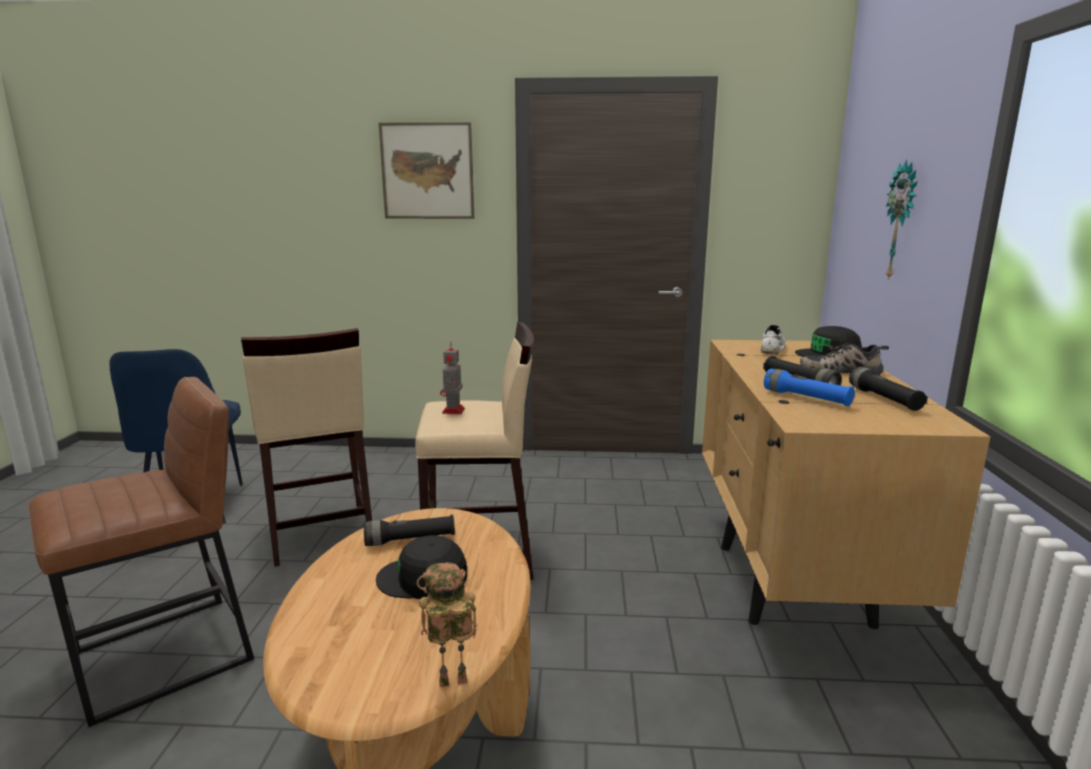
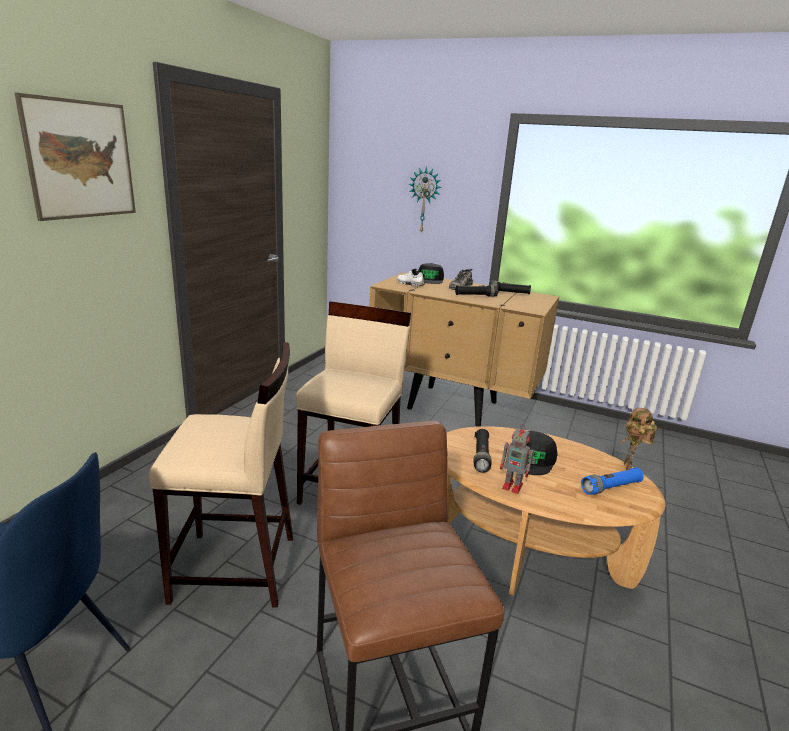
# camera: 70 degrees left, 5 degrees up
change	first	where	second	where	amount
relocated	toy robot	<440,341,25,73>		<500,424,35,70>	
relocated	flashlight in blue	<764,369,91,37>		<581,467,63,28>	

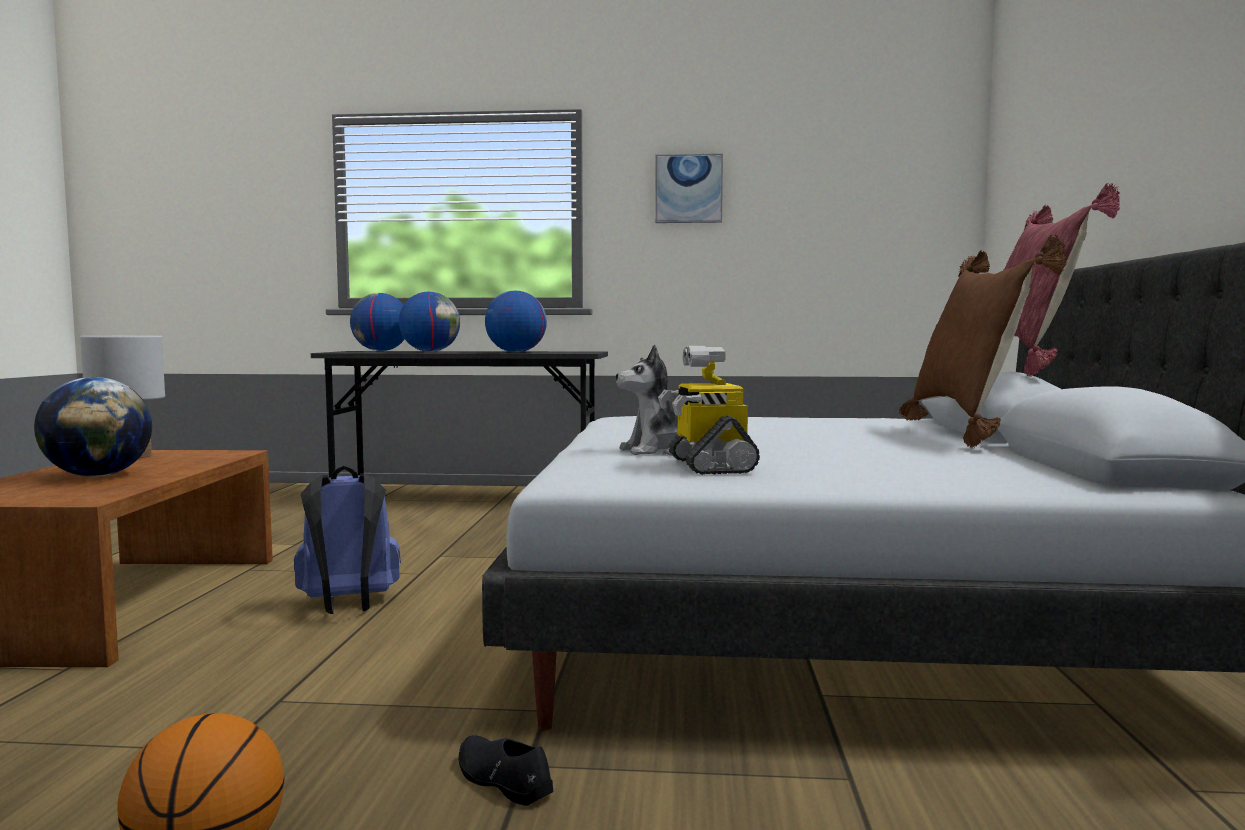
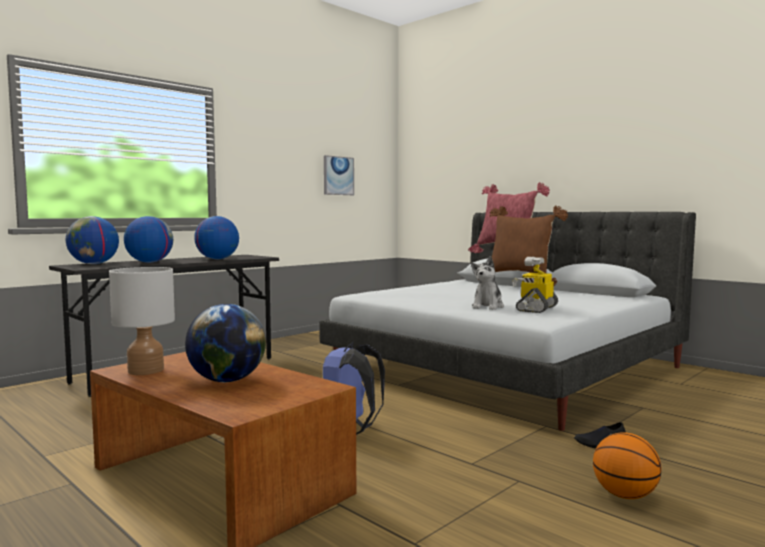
# camera: 50 degrees left, 0 degrees up
change	first	where	second	where	amount
relocated	picture	<655,154,68,69>		<324,155,30,40>	
spun	toy robot	<658,346,102,129>		<512,257,46,56>	90 degrees clockwise

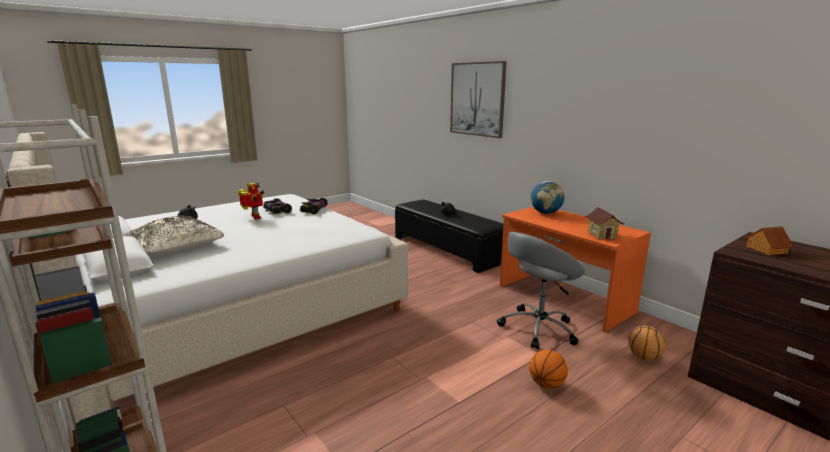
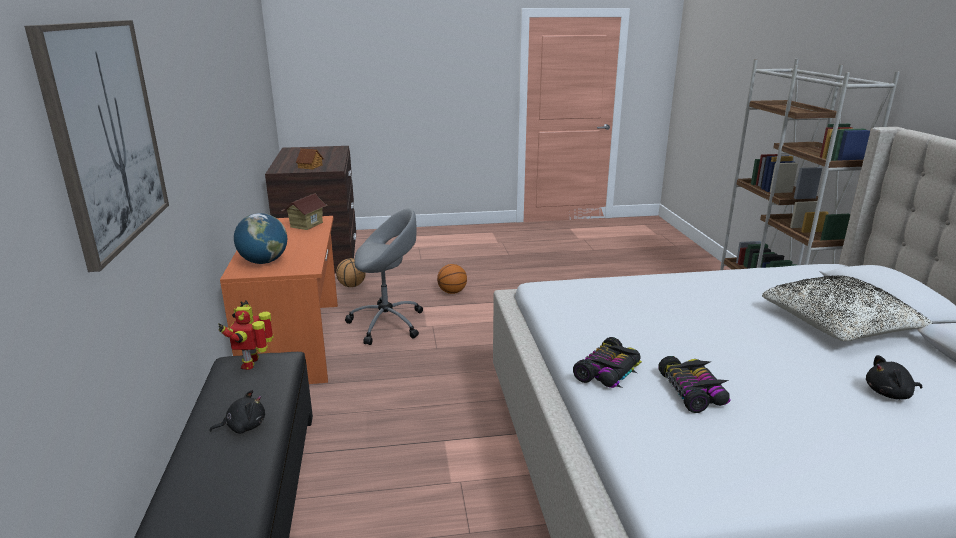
# camera: 150 degrees left, 5 degrees up
change	first	where	second	where	amount
relocated	toy robot	<238,182,27,37>		<218,300,56,70>	

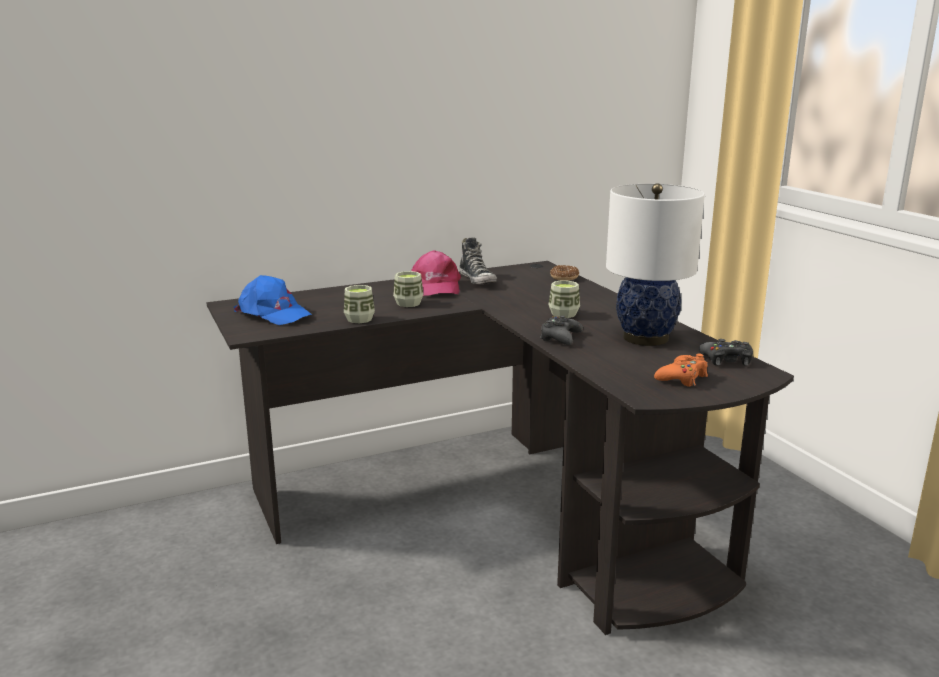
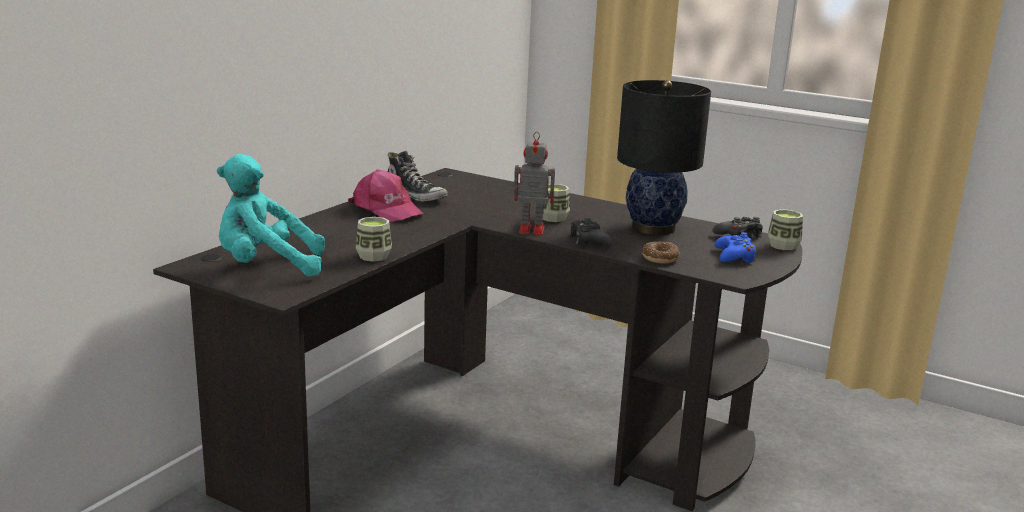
# camera: 35 degrees left, 0 degrees up
change	first	where	second	where	amount
exchanged	cap in blue	<234,275,78,50>	plush toy in turquoise	<217,154,108,123>	
appeared			toy robot	<510,132,45,103>	
colour	table lamp in white	<606,183,99,163>	table lamp in black	<617,80,94,155>	
relocated	donut	<550,265,29,16>		<642,241,38,23>	
colour	game controller in orange	<654,354,54,33>	game controller in blue	<714,232,42,31>	
relocated	cup	<393,271,31,36>		<768,210,35,40>	

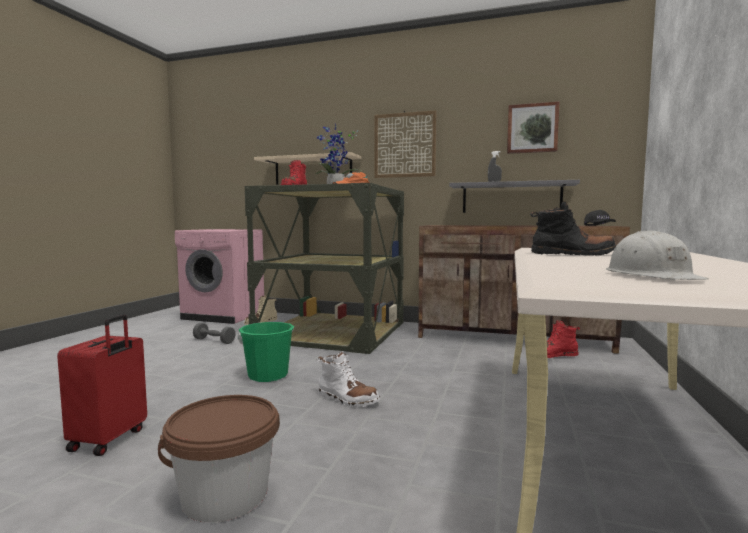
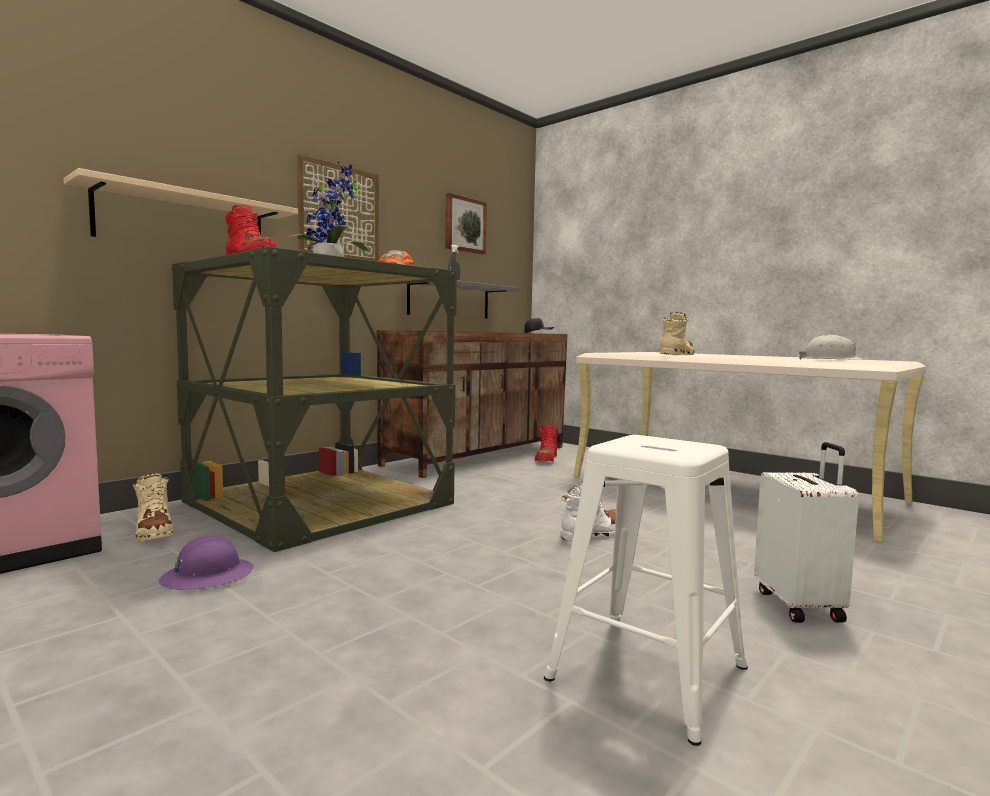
# camera: 65 degrees left, 0 degrees up
change	first	where	second	where	amount
exchanged	dumbbell in grey	<193,323,43,21>	hard hat in purple	<159,535,95,55>	
exchanged	suitcase in red	<57,314,90,142>	stool in white	<544,435,204,311>	
colour	boot in black	<530,201,86,55>	boot in beige	<660,312,34,44>	
exchanged	bucket in brown	<158,395,122,128>	suitcase in white	<754,442,105,181>	
missing	bucket in green	<238,322,57,60>			

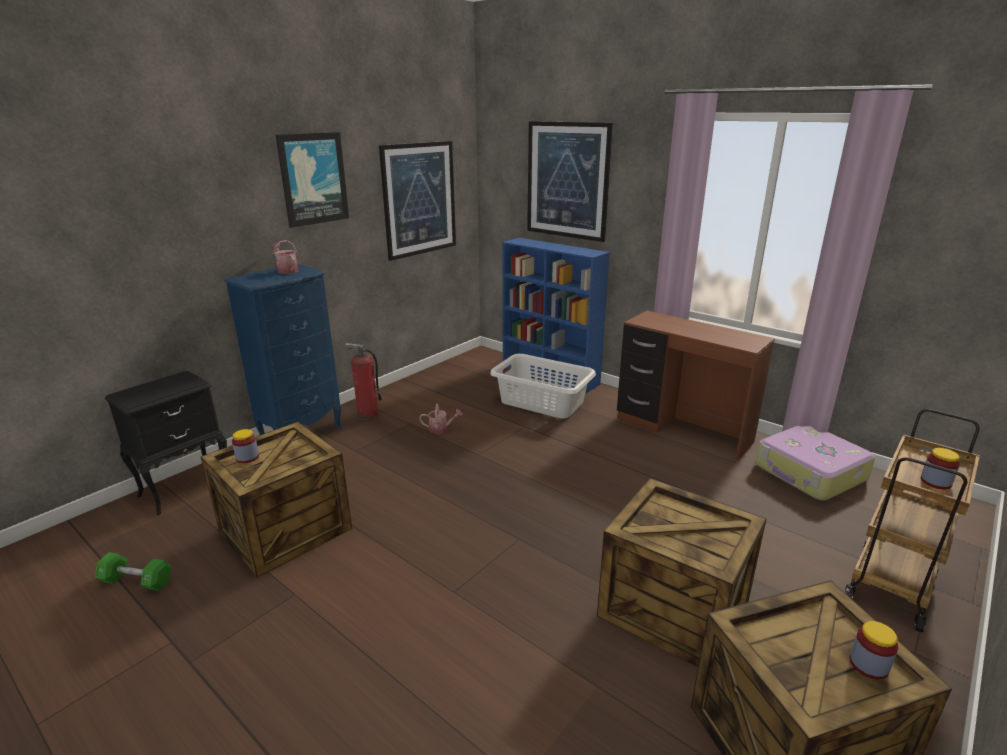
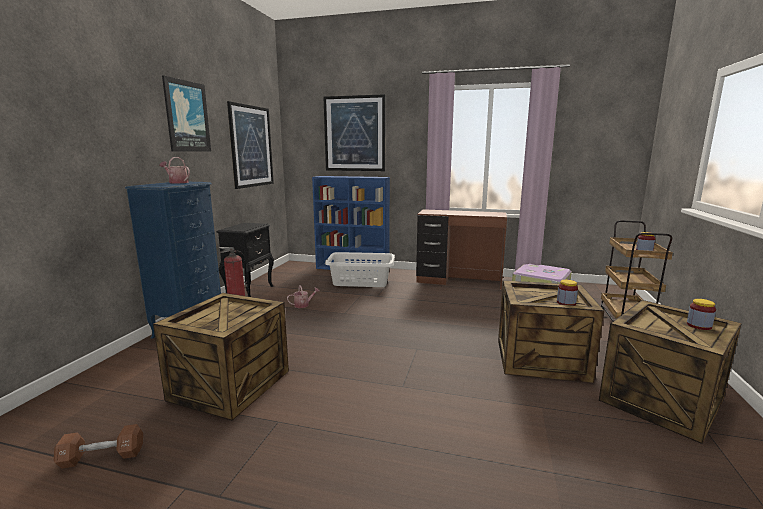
# camera: 25 degrees left, 10 degrees down
change	first	where	second	where	amount
colour	dumbbell in green	<95,552,77,39>	dumbbell in brown	<54,424,89,45>	
relocated	nightstand in black	<105,371,122,144>		<216,223,58,74>	
relocated	jar	<232,429,27,34>		<557,280,21,25>	

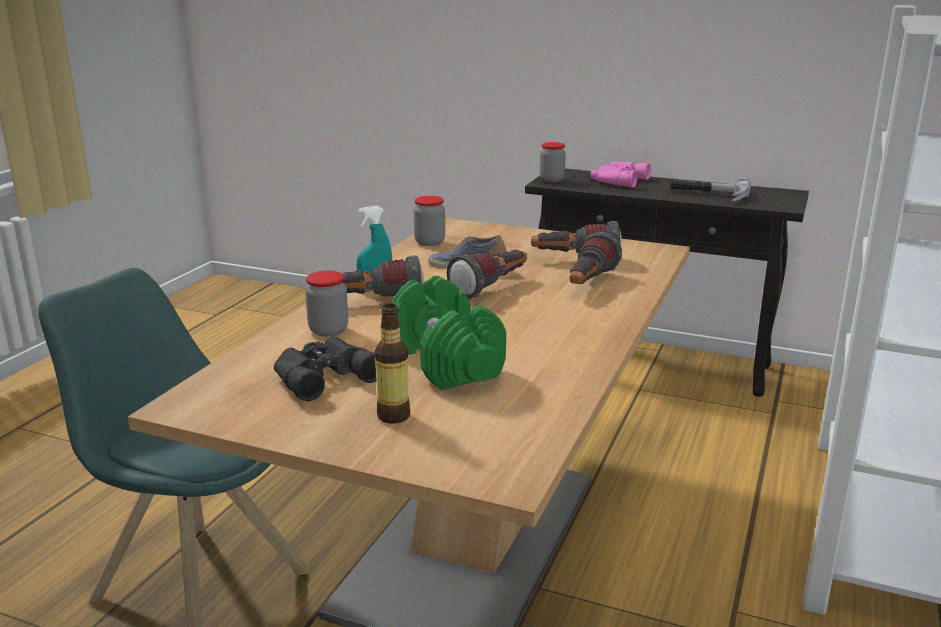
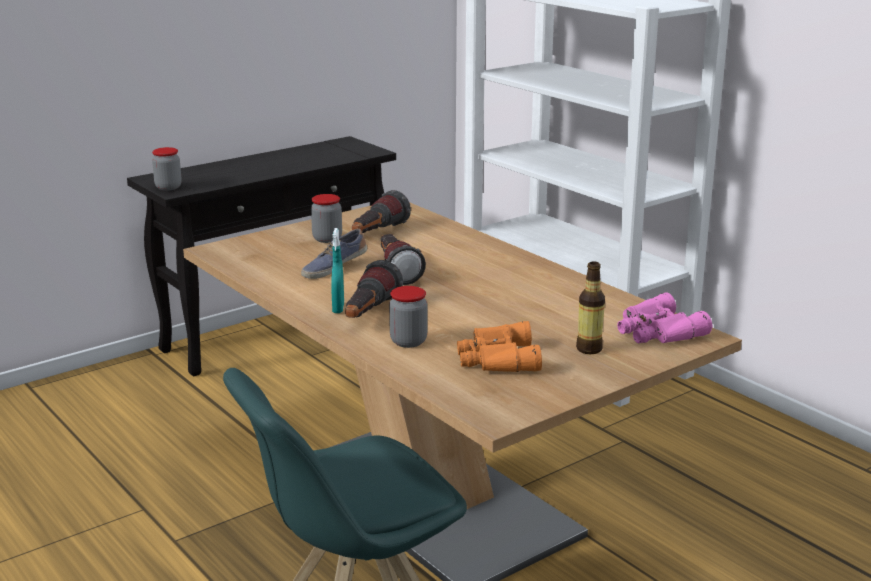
# camera: 60 degrees left, 0 degrees up
change	first	where	second	where	amount
relocated	jar	<414,196,31,50>		<311,194,31,49>	
colour	binoculars in black	<274,336,102,65>	binoculars in orange	<457,321,85,51>	
relocated	binoculars in pink	<590,161,61,27>		<617,292,95,51>	
missing	dumbbell in green	<391,276,115,114>			
missing	flashlight	<570,232,52,52>			
missing	hammer	<670,177,81,25>			

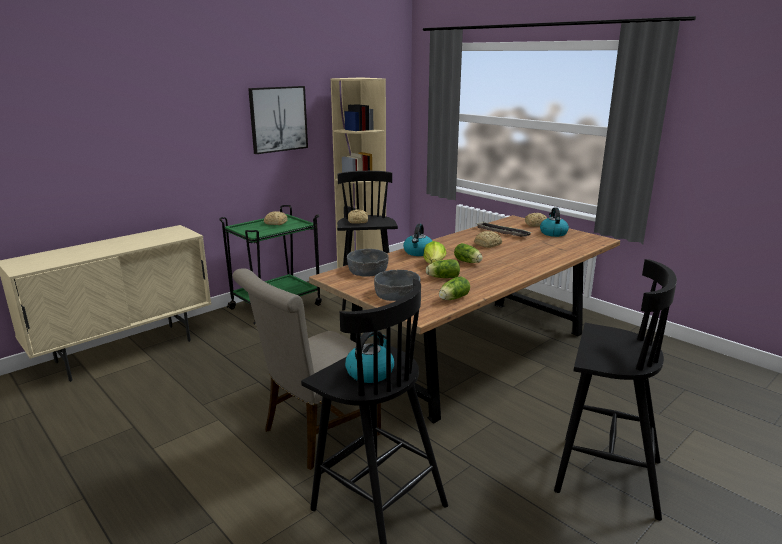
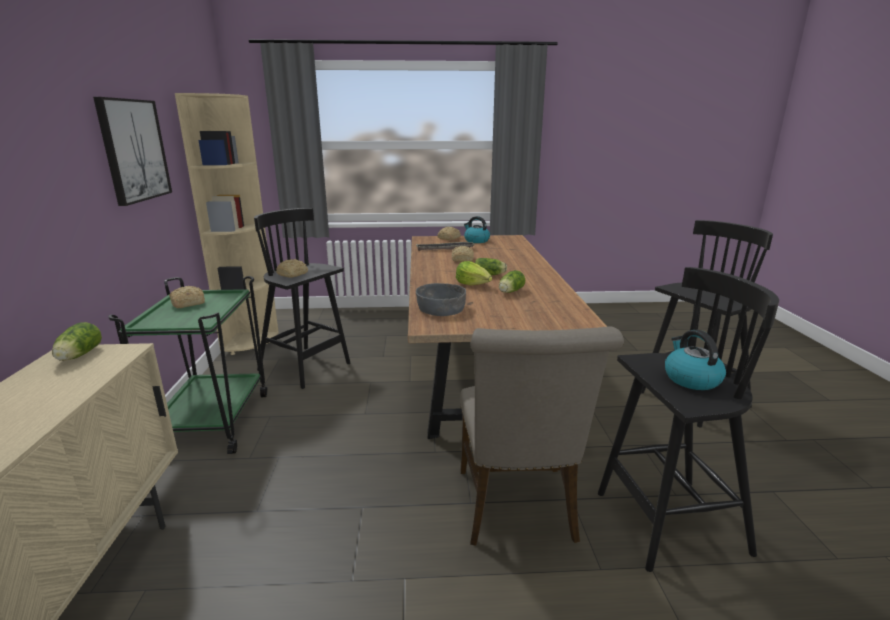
# camera: 50 degrees left, 0 degrees up
change	first	where	second	where	amount
relocated	lettuce	<439,276,31,24>		<52,322,50,39>	
missing	bowl in grey	<374,270,46,31>			
missing	kettle	<403,224,29,32>			

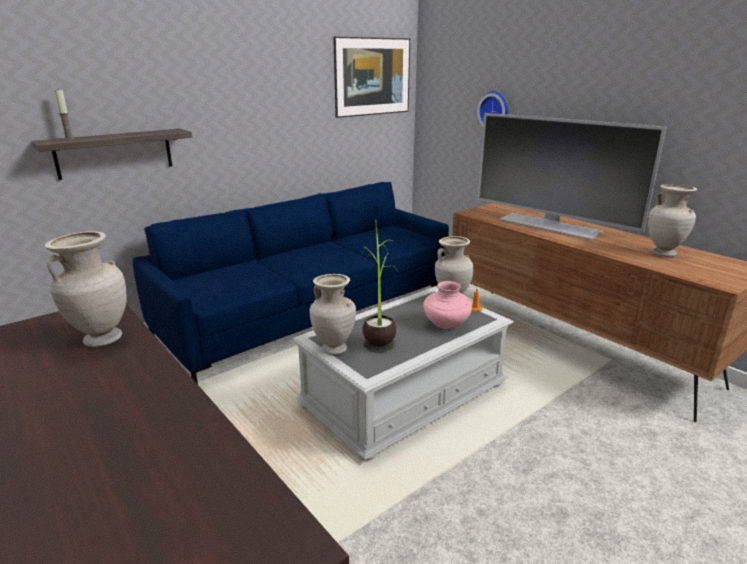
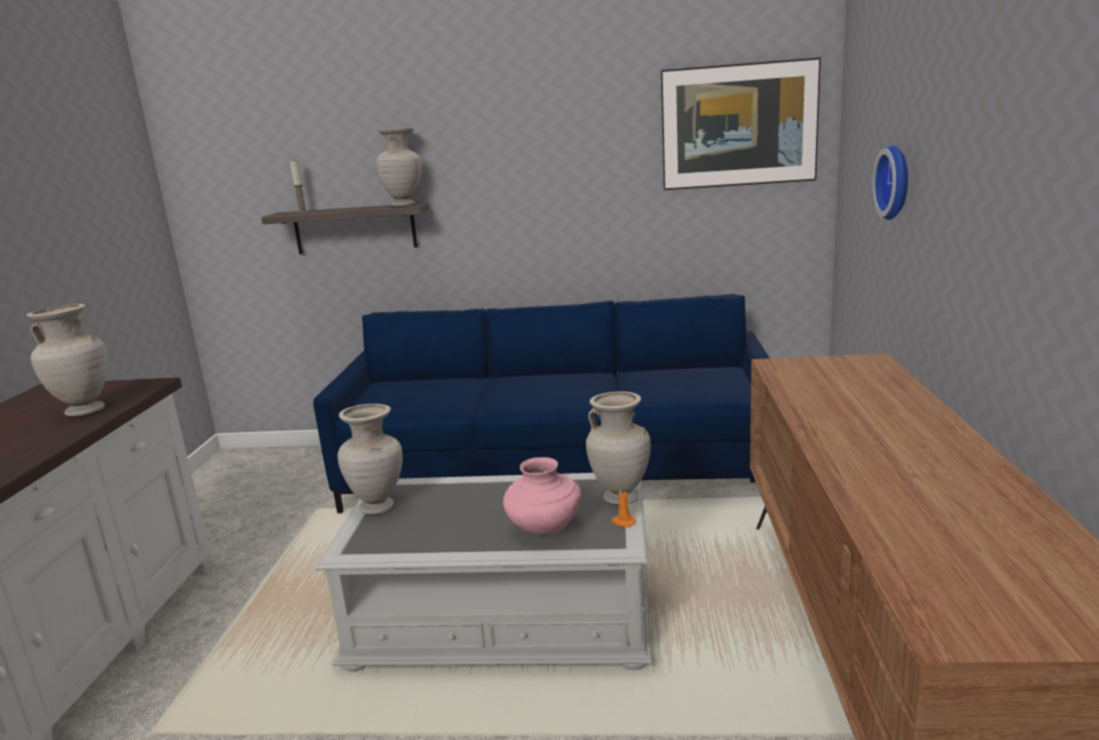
# camera: 45 degrees right, 5 degrees down
change	first	where	second	where	amount
relocated	vase in beige	<648,185,49,72>		<376,128,46,78>	
missing	potted plant	<361,219,38,134>			
missing	television	<477,113,189,127>			

